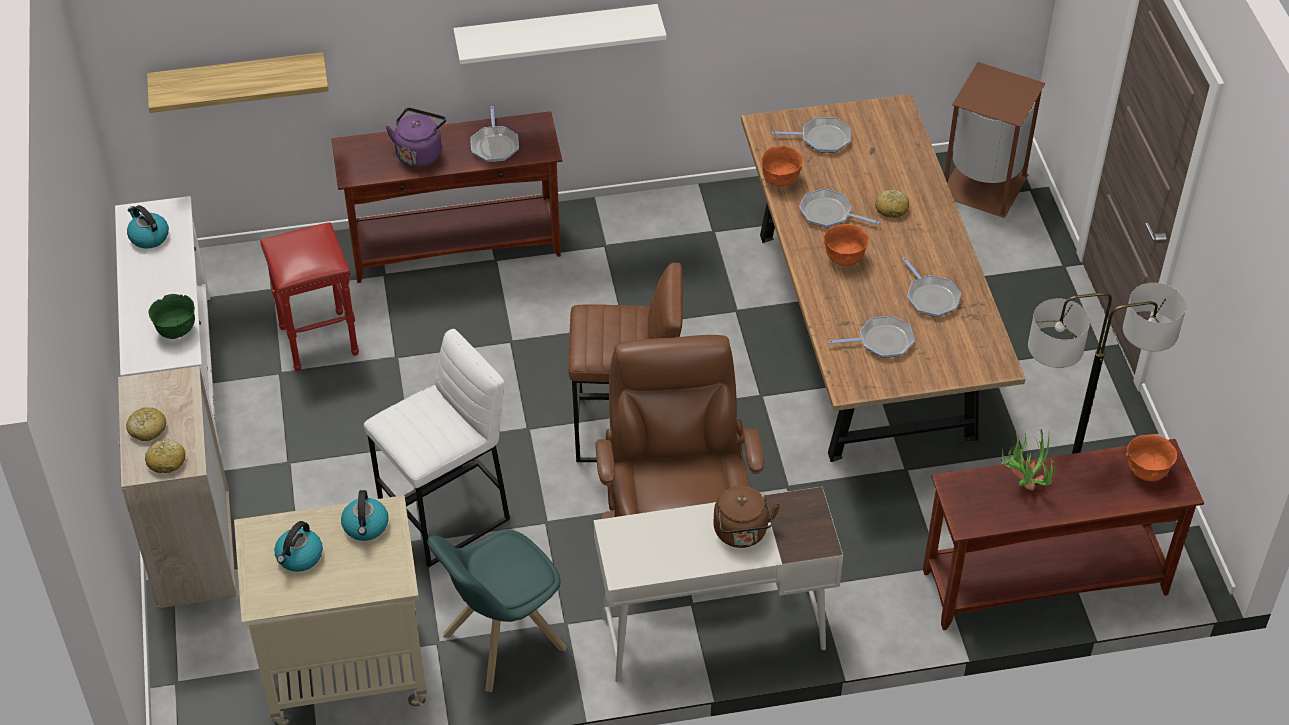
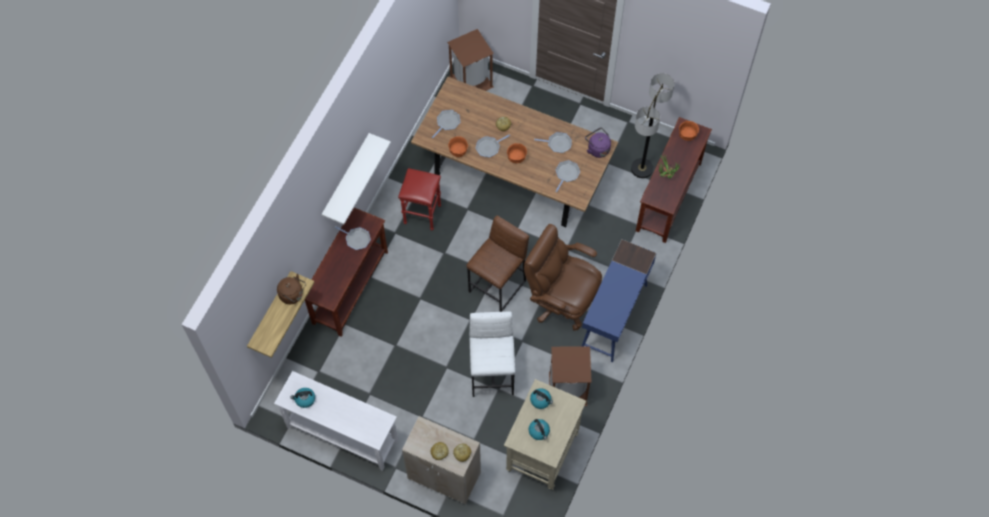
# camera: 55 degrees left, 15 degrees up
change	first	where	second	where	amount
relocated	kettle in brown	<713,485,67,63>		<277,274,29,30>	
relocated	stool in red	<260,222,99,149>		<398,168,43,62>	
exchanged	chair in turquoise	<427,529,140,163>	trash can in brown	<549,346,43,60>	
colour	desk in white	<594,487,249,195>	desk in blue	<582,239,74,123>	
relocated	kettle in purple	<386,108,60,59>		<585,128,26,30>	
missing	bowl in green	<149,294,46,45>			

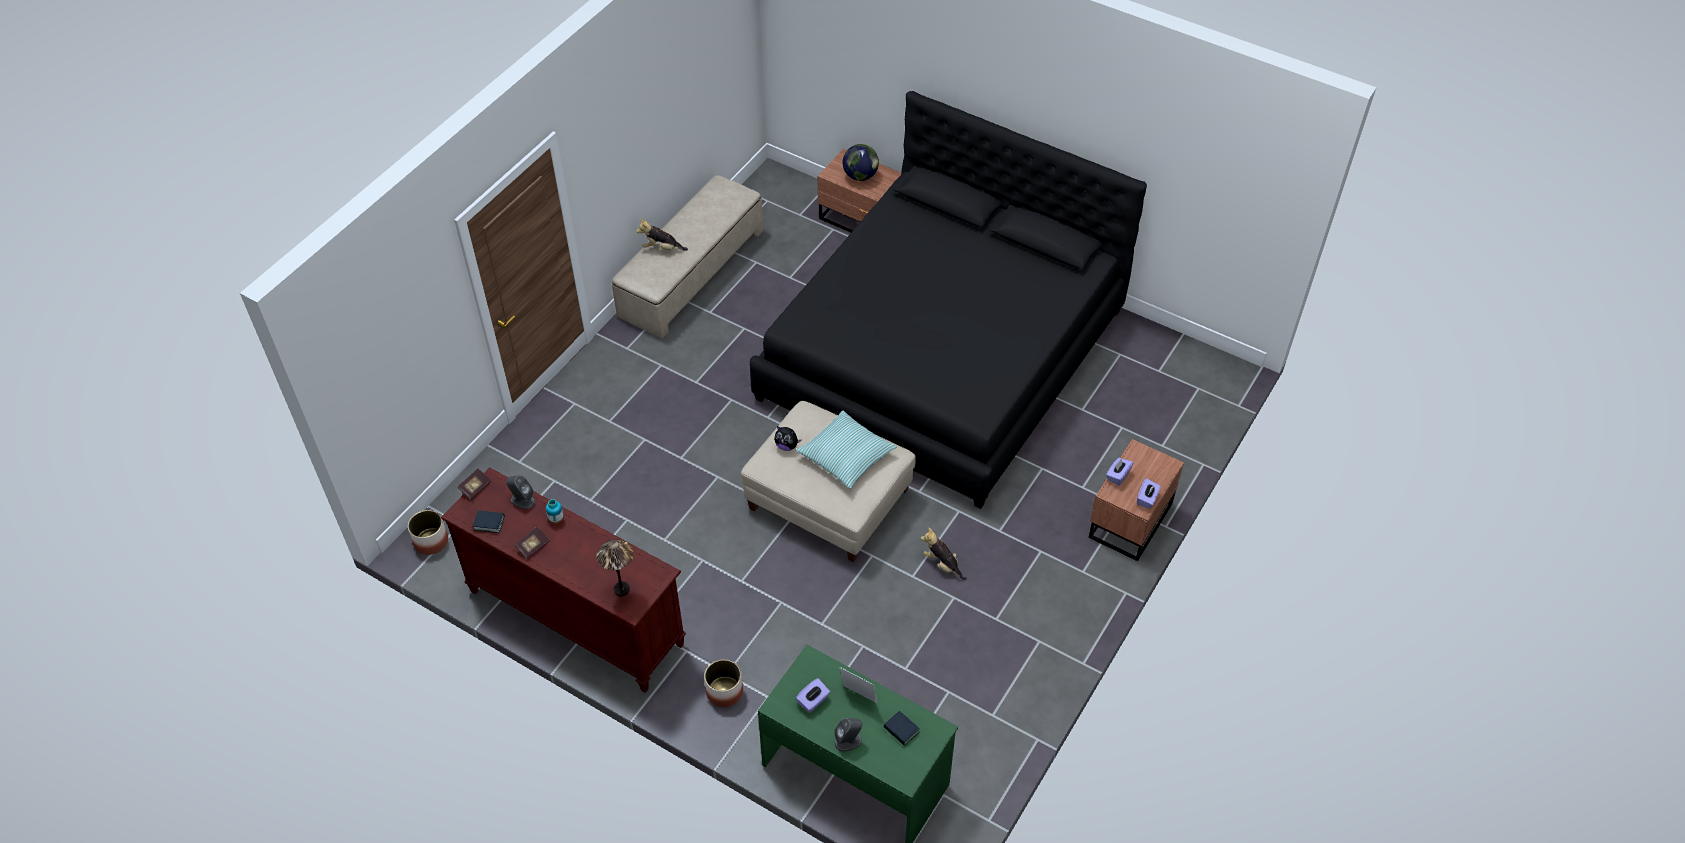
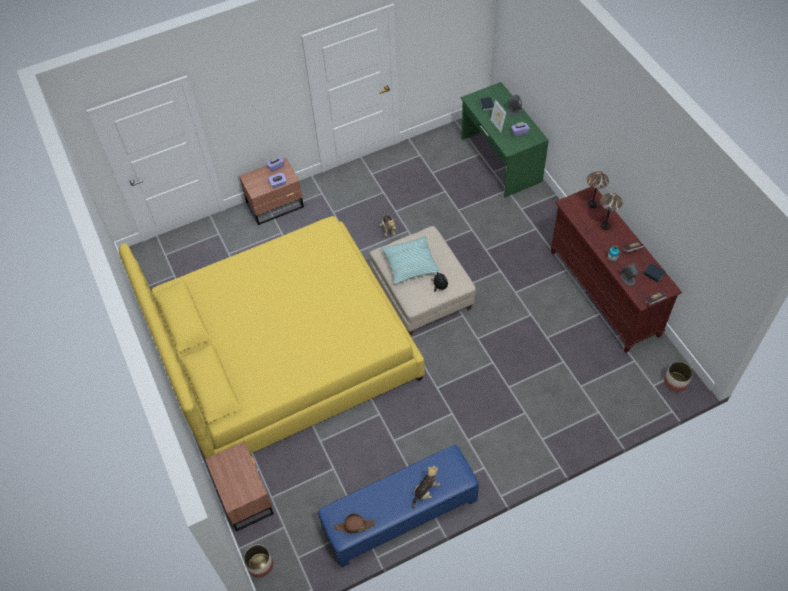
# camera: 145 degrees left, 5 degrees up
change	first	where	second	where	amount
colour	bed in black	<750,91,397,418>	bed in yellow	<119,216,306,243>	
relocated	planter	<704,659,39,48>		<244,544,29,34>	
colour	bench in beige	<612,175,152,164>	bench in blue	<318,445,161,122>	
appeared			hat in brown	<334,513,42,21>	
spun	plush toy	<636,219,52,32>		<412,466,28,43>	90 degrees counterclockwise
appeared			table lamp	<600,193,23,37>	
missing	globe	<843,144,36,37>			

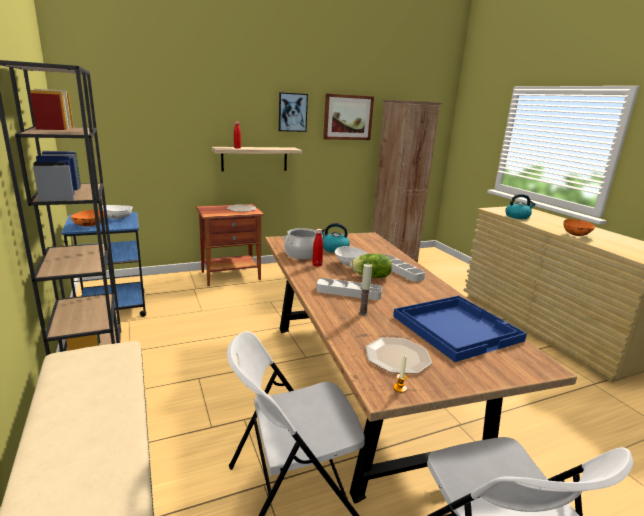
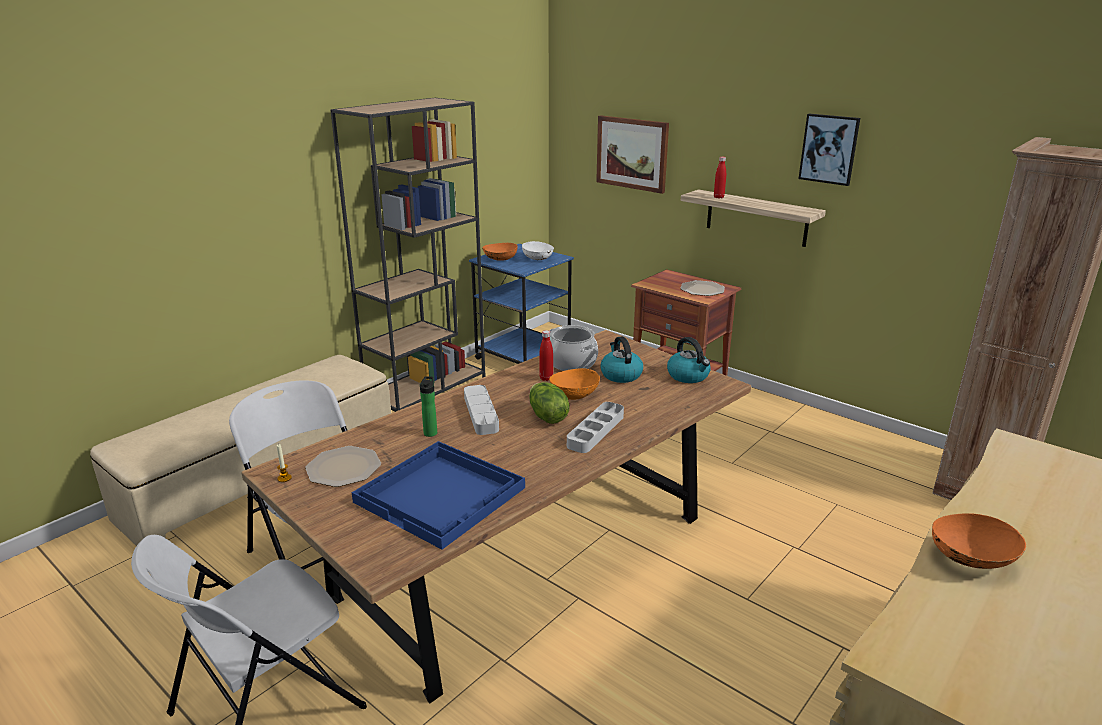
# camera: 65 degrees right, 5 degrees up
change	first	where	second	where	amount
exchanged	candle	<359,264,13,52>	bottle	<420,377,17,60>	
colour	bowl in white	<334,246,33,20>	bowl in orange	<549,368,51,32>	
relocated	picture	<323,94,51,46>		<596,116,73,78>	
relocated	kettle	<505,194,31,25>		<667,337,44,46>	

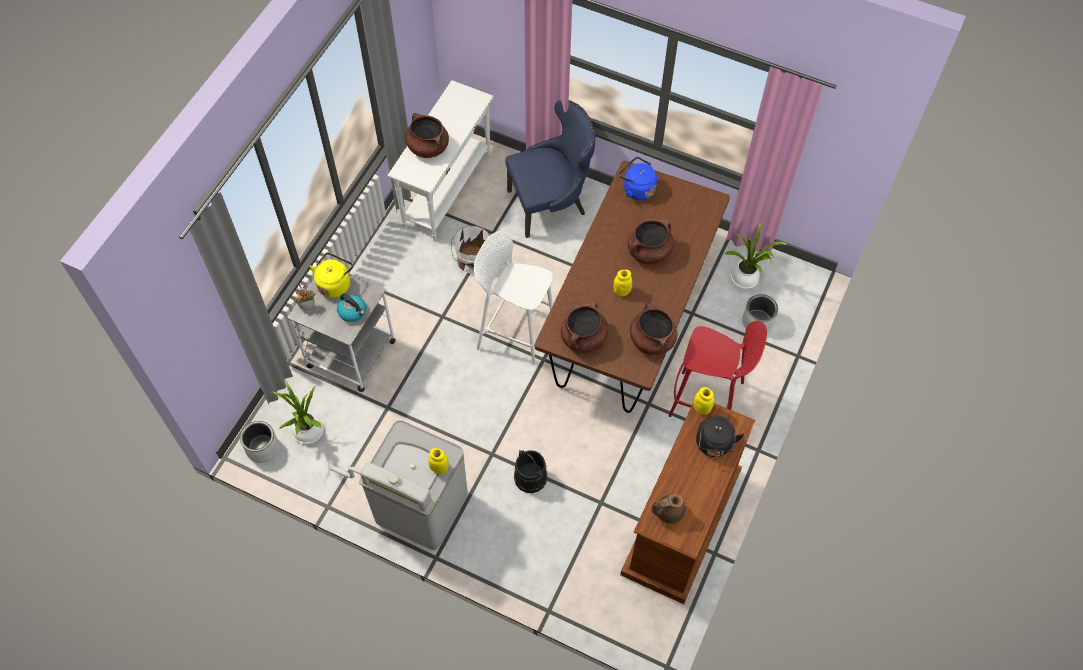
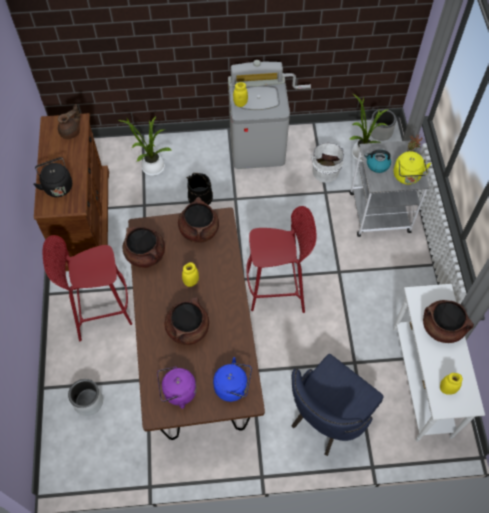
# camera: 150 degrees right, 0 degrees up
change	first	where	second	where	amount
relocated	potted plant	<725,222,64,67>		<118,116,54,60>	
appeared			kettle in purple	<157,367,40,42>	
colour	stool in white	<474,231,79,134>	stool in red	<247,206,69,107>	
relocated	bucket in white	<451,226,38,47>		<310,143,34,40>	
relocated	jar in yellow	<693,387,21,28>		<440,373,23,22>	

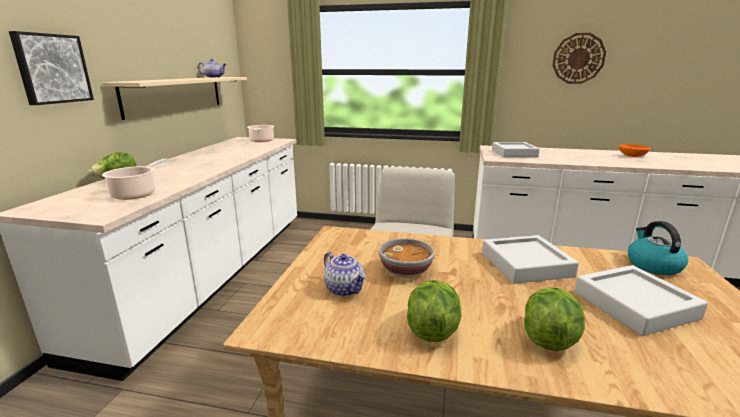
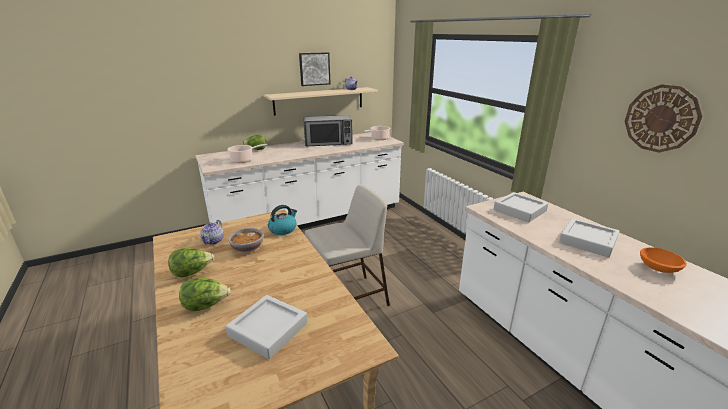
# camera: 50 degrees right, 5 degrees up
change	first	where	second	where	amount
relocated	kettle	<628,221,60,54>		<268,205,29,30>	
relocated	picture	<9,31,85,74>		<299,52,32,34>	
appeared			microwave	<303,115,50,32>	
relocated	tray in grey	<482,235,97,49>		<559,218,60,39>	

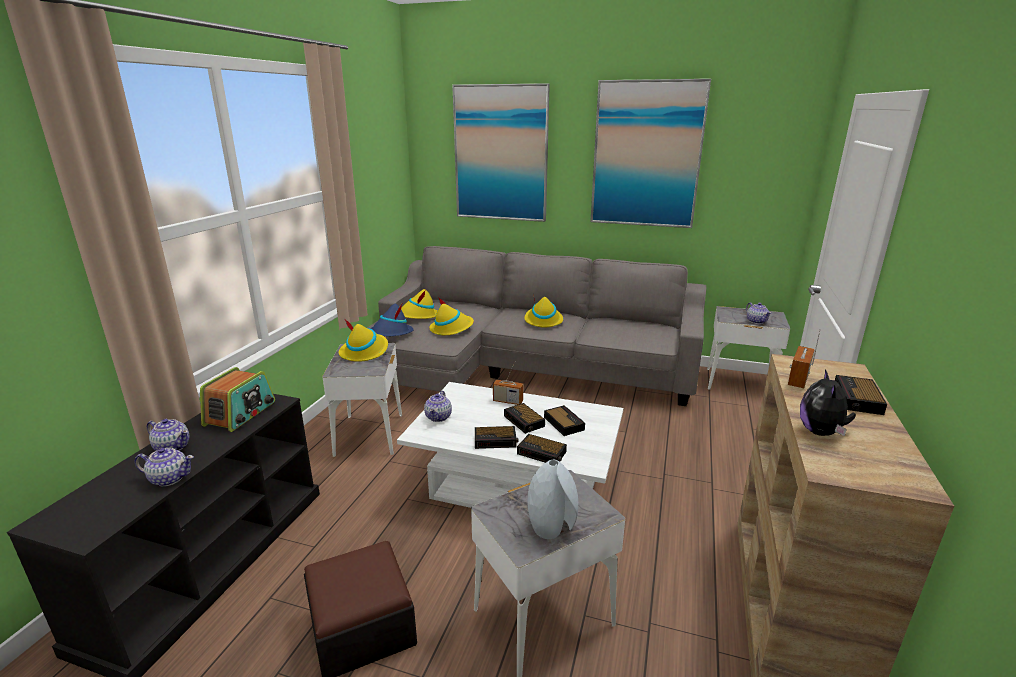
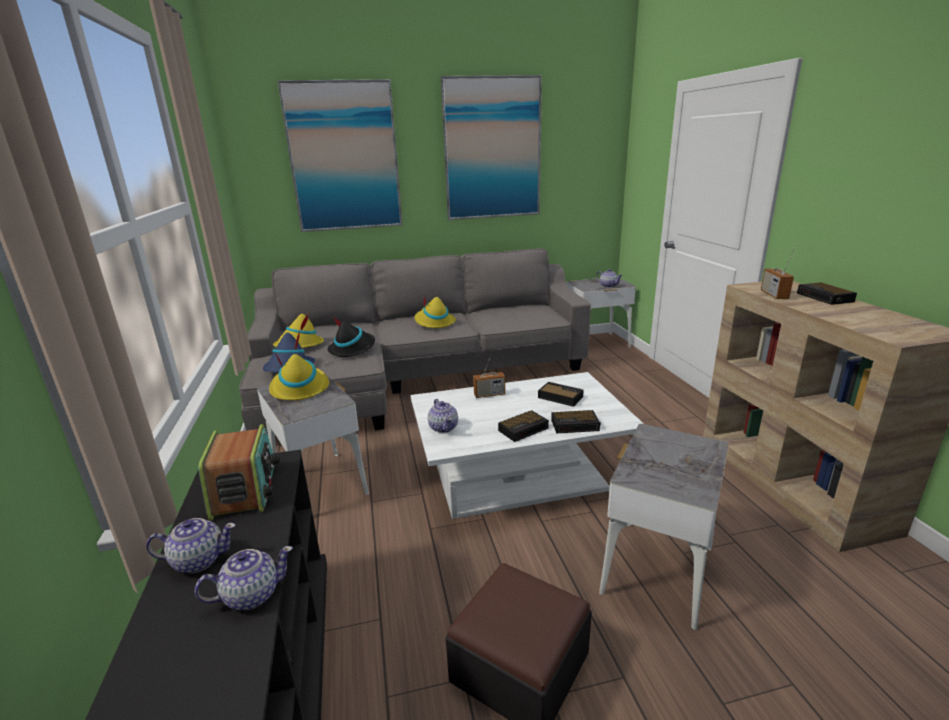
# camera: 30 degrees left, 0 degrees up
change	first	where	second	where	amount
colour	hat in yellow	<429,297,45,38>	hat in black	<328,317,47,40>	
missing	alarm clock	<504,403,41,31>			
missing	vase in grey	<527,460,51,79>			
missing	plush toy	<800,369,56,67>			

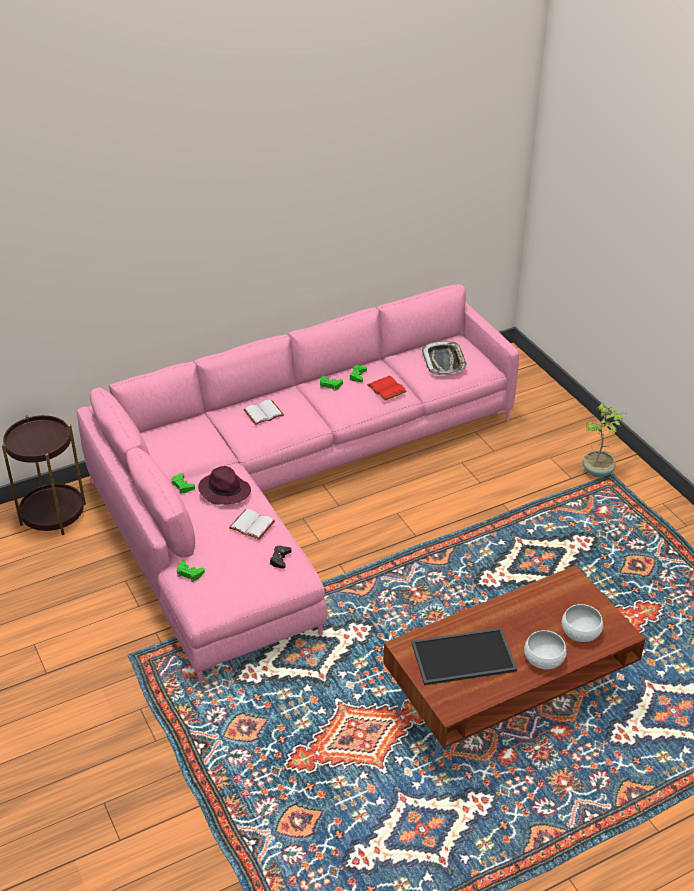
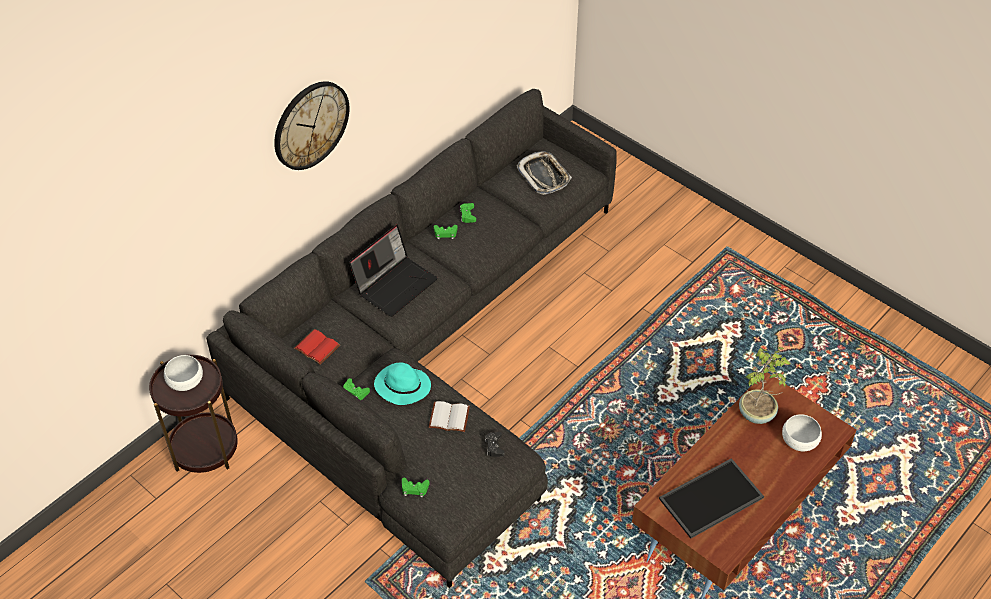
# camera: 20 degrees left, 10 degrees up
change	first	where	second	where	amount
relocated	bowl in white	<524,630,43,39>		<164,355,39,36>	
colour	sofa in pink	<77,284,442,399>	sofa in grey	<206,89,411,499>	
appeared			wall clock	<274,81,75,89>	
relocated	book in red	<367,376,40,25>		<294,329,46,36>	
exchanged	book in white	<243,400,41,25>	laptop	<349,225,89,92>	
colour	hat in purple	<198,466,53,39>	hat in turquoise	<374,363,57,42>	
relocated	potted plant	<583,403,44,74>		<739,347,52,77>	

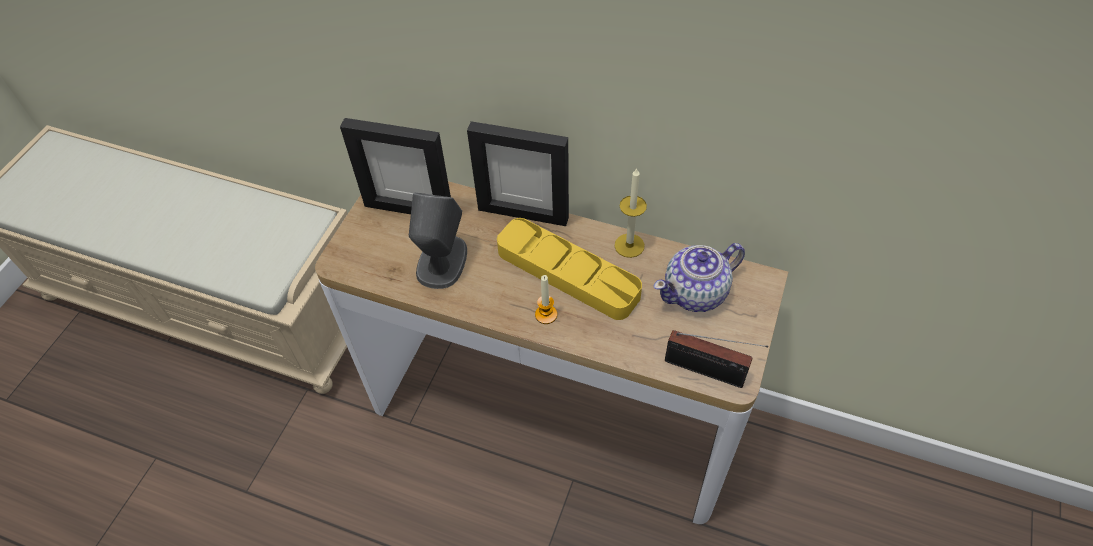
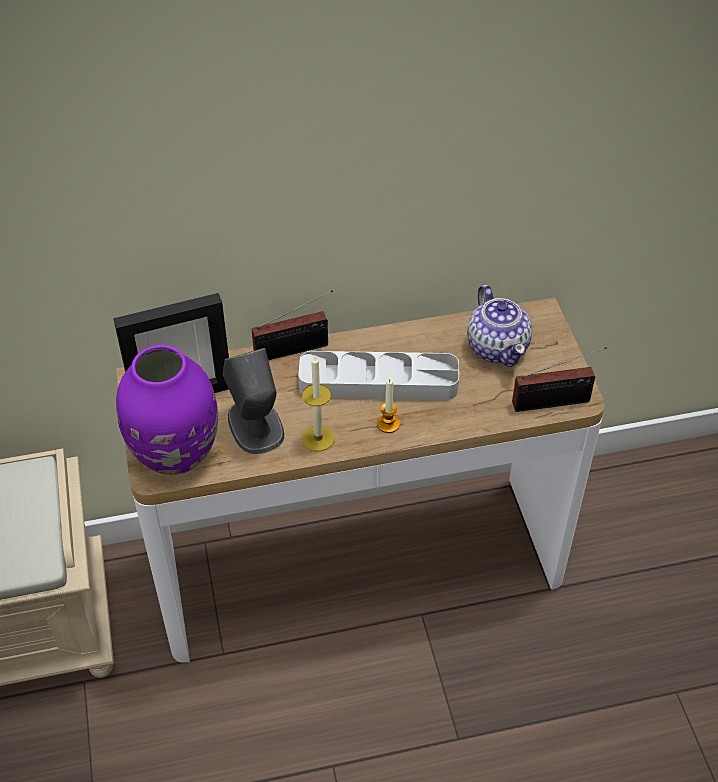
# camera: 35 degrees left, 5 degrees down
change	first	where	second	where	amount
appeared			vase in purple	<116,345,102,130>	
exchanged	picture frame	<467,121,102,105>	radio	<252,290,81,70>	
colour	tray in yellow	<497,218,145,102>	tray in grey	<298,351,161,49>	
relocated	candle	<615,168,32,90>		<302,355,33,96>	
spun	teapot	<654,243,91,69>		<467,284,65,83>	45 degrees counterclockwise

